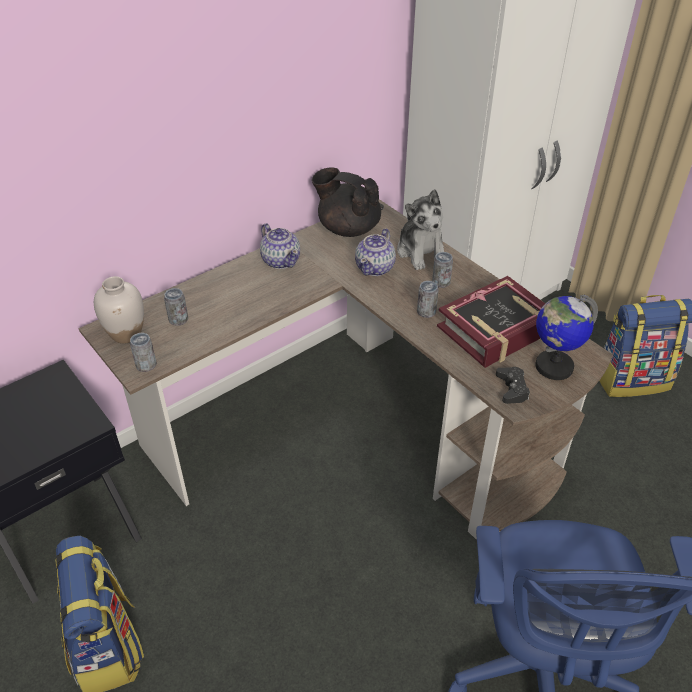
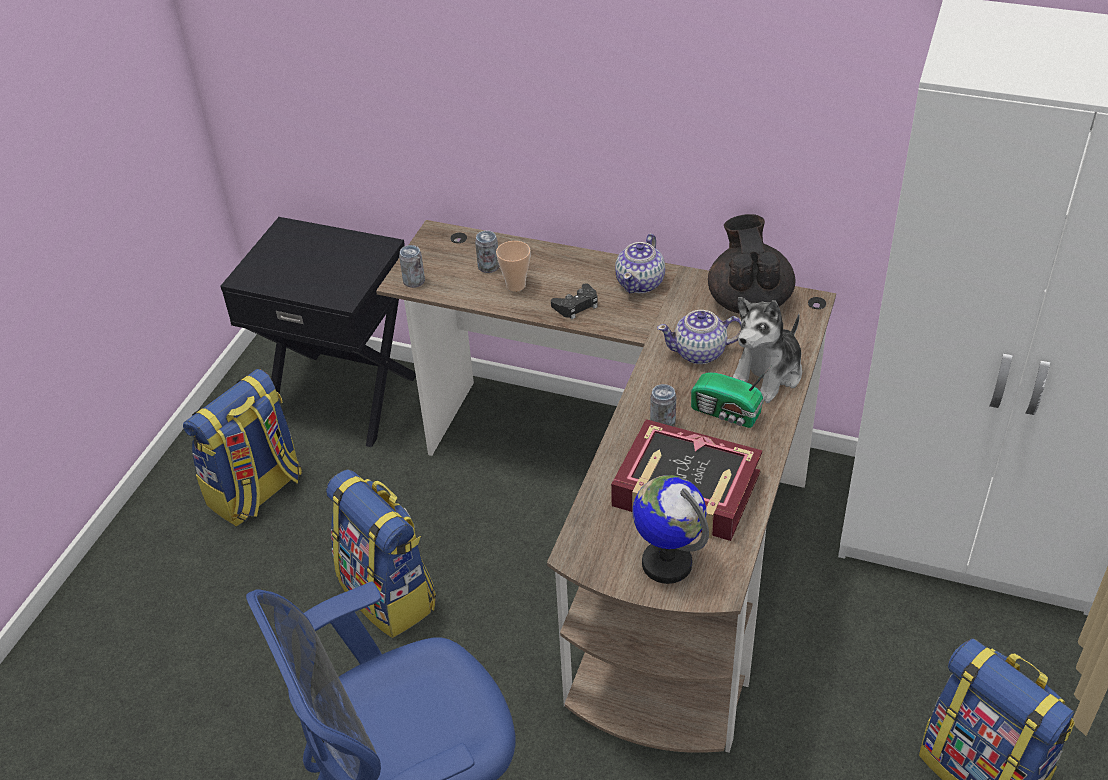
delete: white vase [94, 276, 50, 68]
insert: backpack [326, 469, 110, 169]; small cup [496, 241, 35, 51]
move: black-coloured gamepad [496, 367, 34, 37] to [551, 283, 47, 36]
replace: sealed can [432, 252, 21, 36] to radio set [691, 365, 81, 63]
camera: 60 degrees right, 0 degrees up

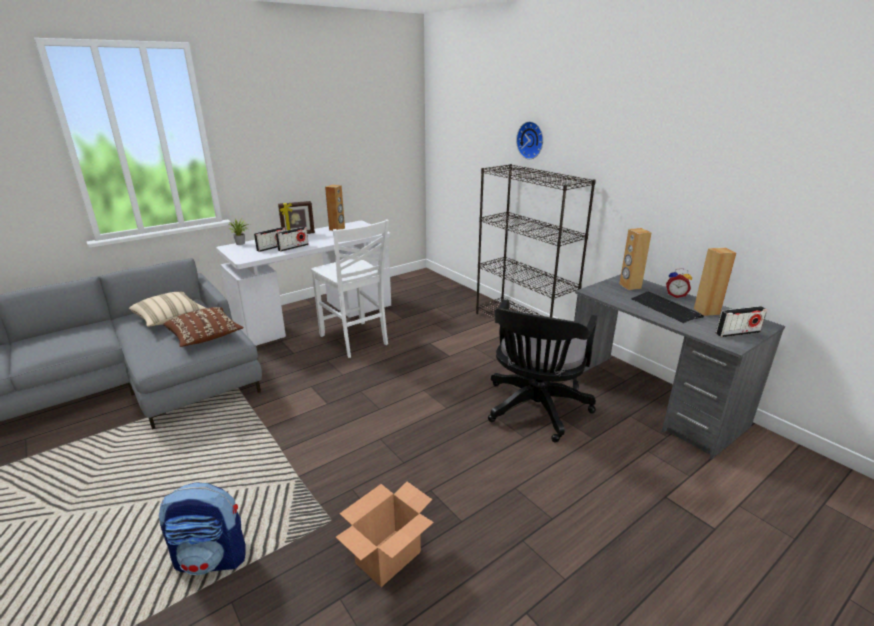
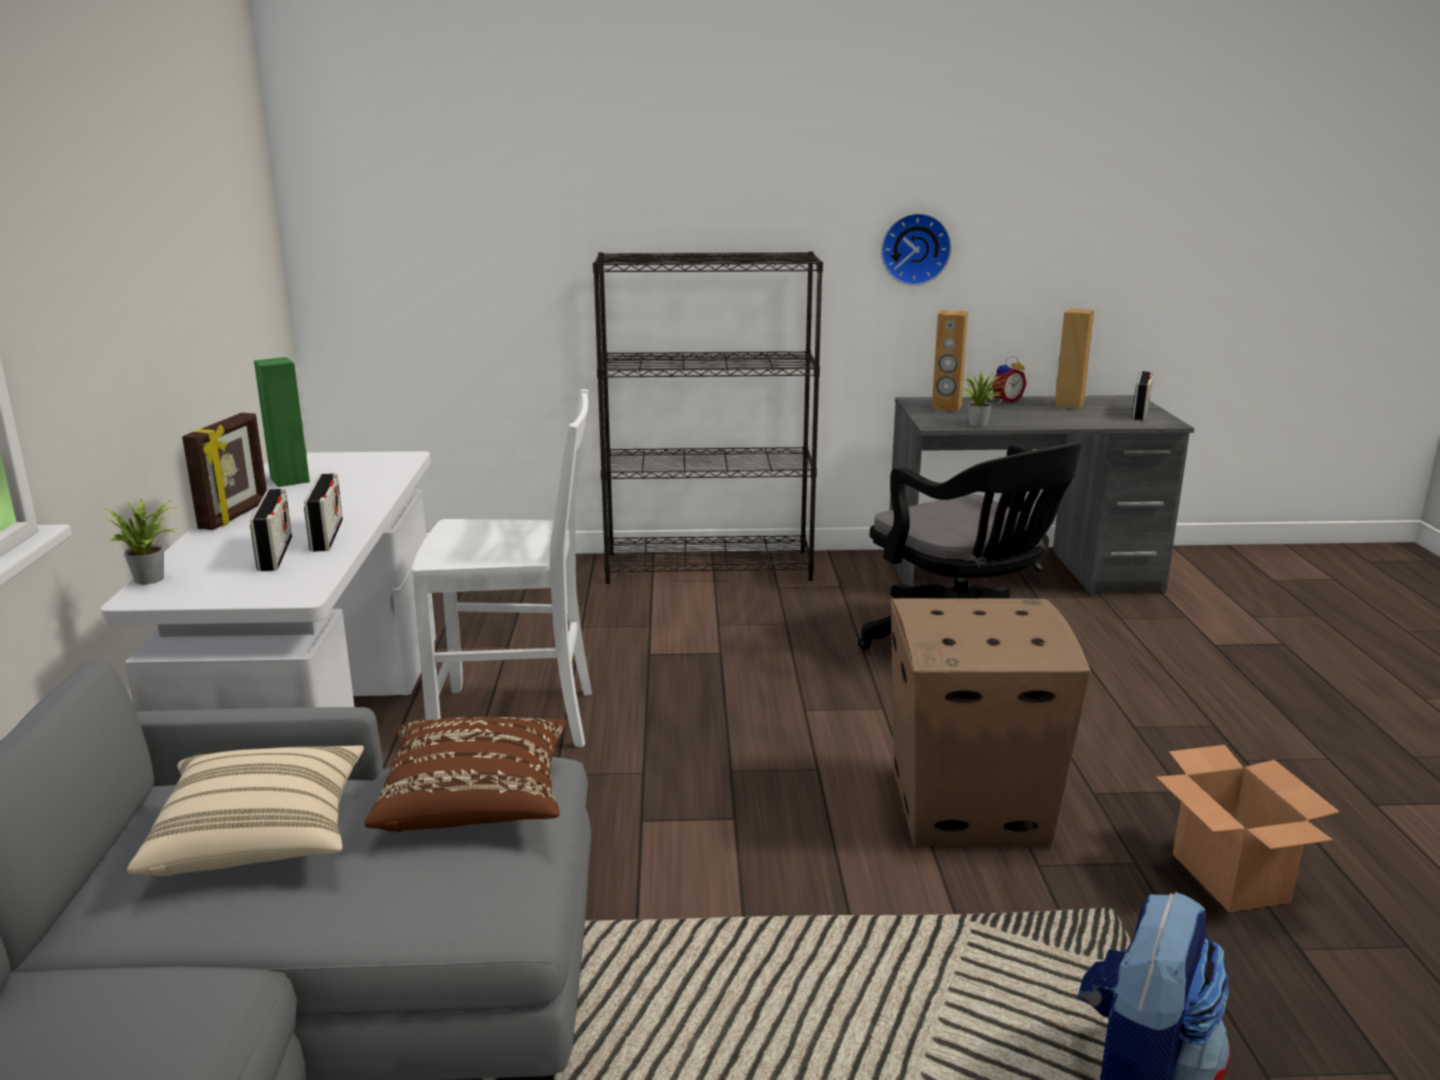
delete: keyboard [631, 292, 73, 31]
insert: cardboard box [891, 598, 200, 250]; houseplant [963, 370, 45, 57]
move: wall clock [516, 121, 27, 38] to [881, 213, 71, 73]
recolor: brown-coloured speaker [325, 185, 20, 46] to greenish speaker [254, 357, 56, 130]
camera: 55 degrees left, 5 degrees down

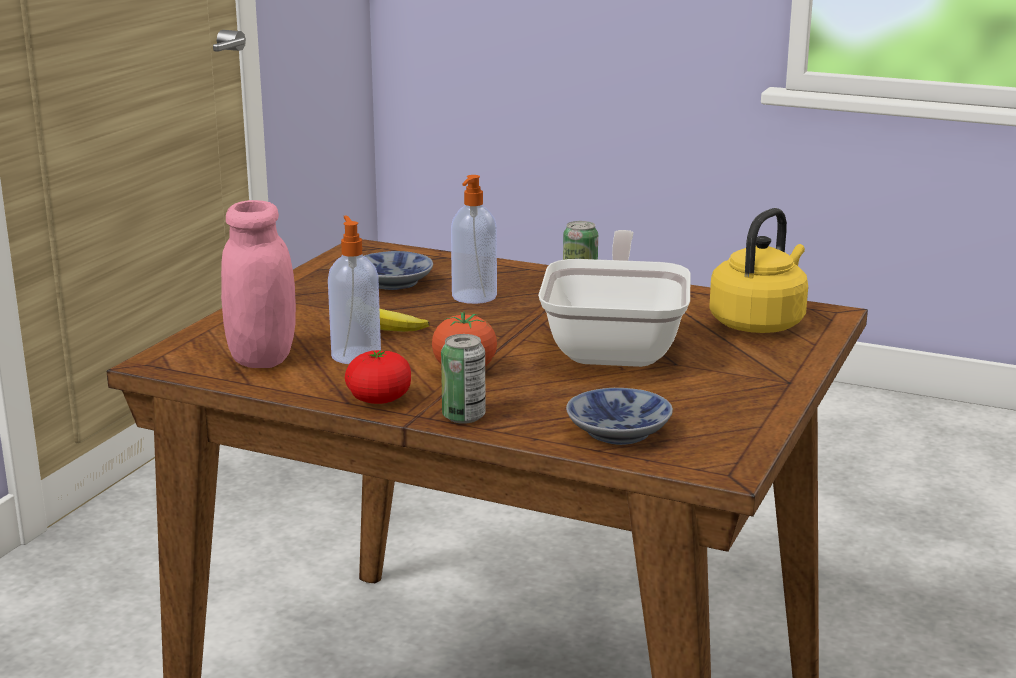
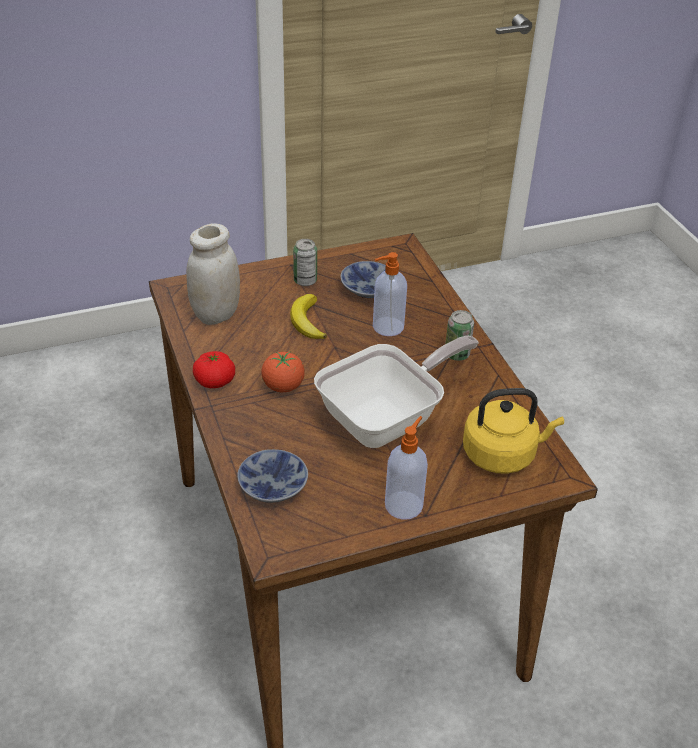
move: soap bottle [328, 215, 53, 149] to [385, 416, 43, 104]; sealed can [441, 334, 45, 90] to [293, 239, 24, 47]
recolor: pink-coloured jar [221, 200, 75, 168] to white jar [186, 223, 54, 102]
camera: 45 degrees right, 20 degrees up

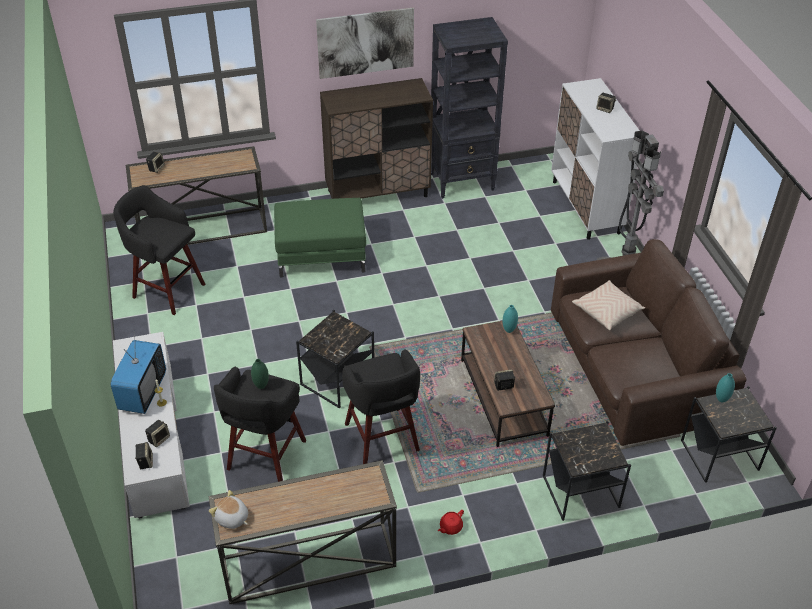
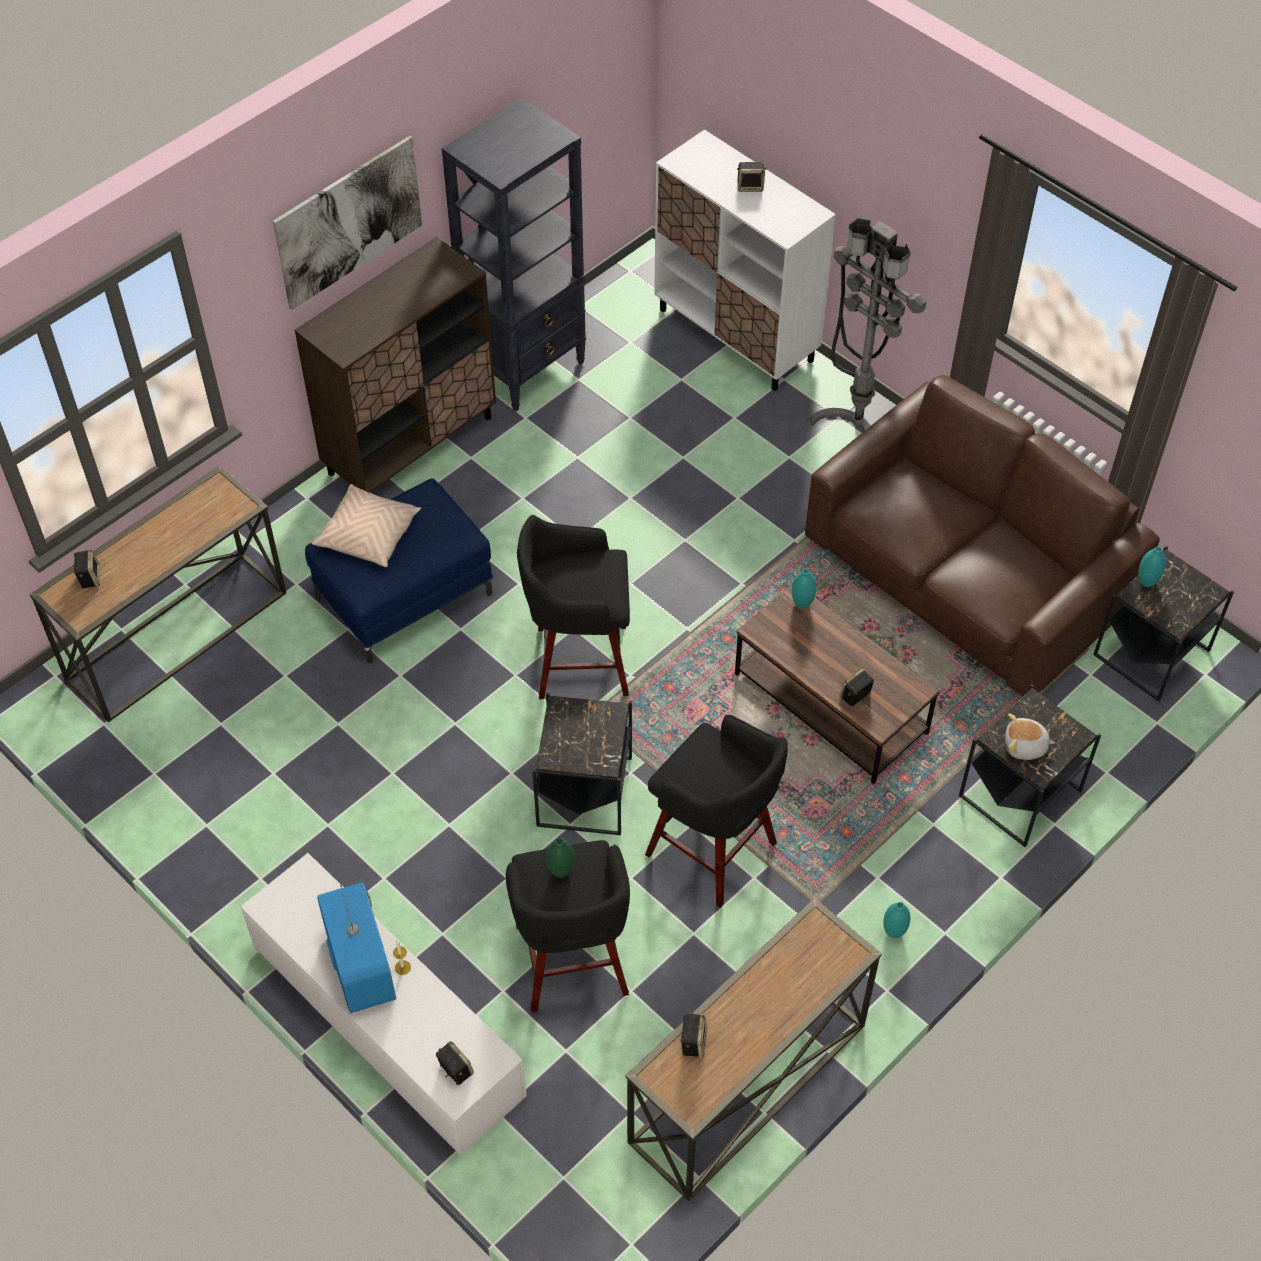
move: black-coloured sitting stool [113, 185, 92, 130] to [517, 515, 113, 184]; speaker [145, 420, 25, 27] to [680, 1013, 27, 45]; cuddly toy [209, 490, 39, 39] to [1005, 714, 51, 46]; beige cushion [572, 280, 73, 50] to [311, 484, 110, 83]
replace: reddish pot for tea [438, 510, 26, 25] to blue-green vase [883, 902, 28, 36]
recolor: greenish footrest [274, 198, 92, 80] to blue footrest [305, 478, 188, 185]
camera: 30 degrees left, 10 degrees up

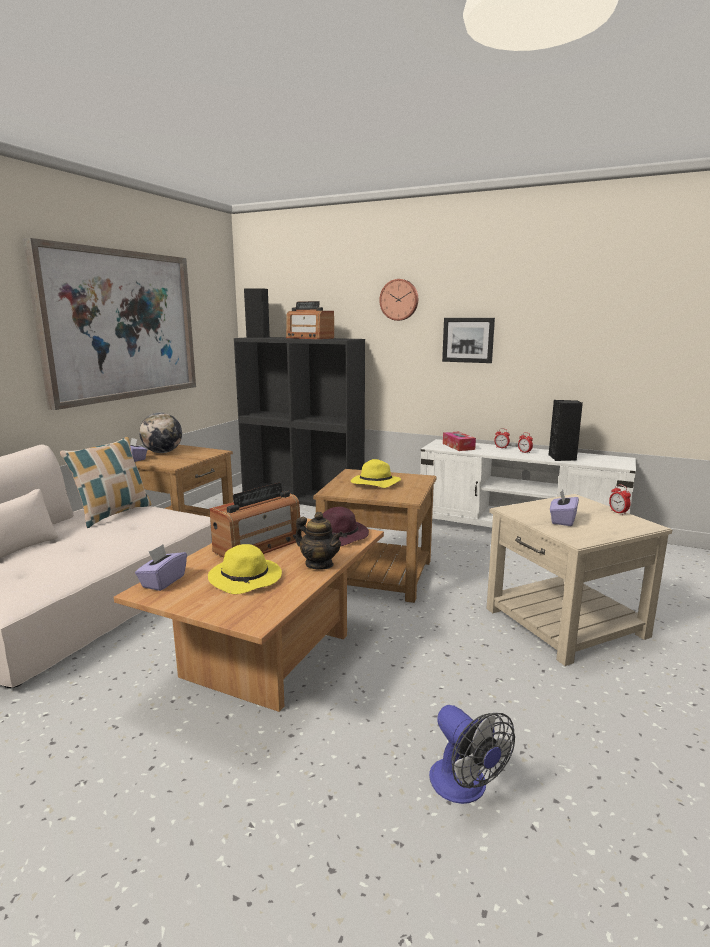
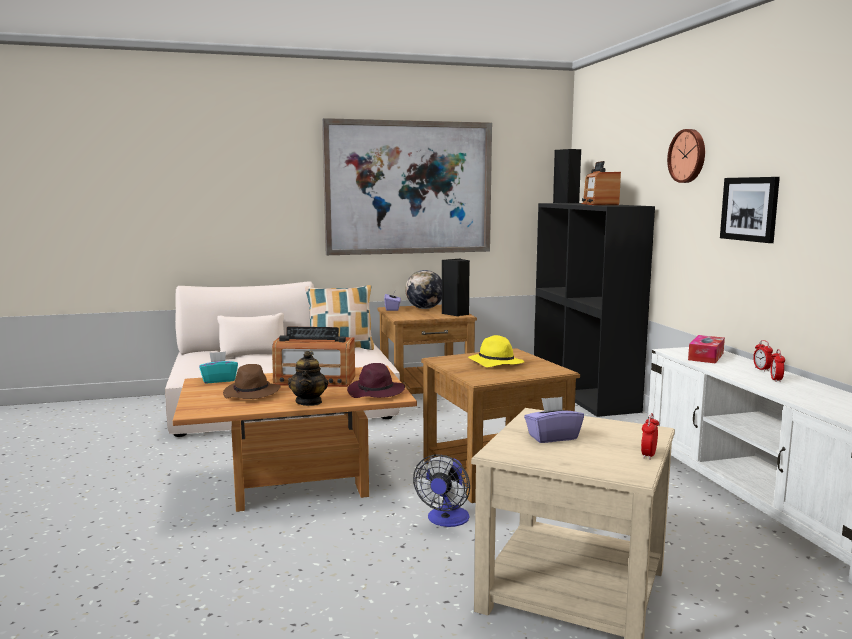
move: fan [429, 705, 86, 99] to [413, 454, 57, 73]; black-coloured speaker [549, 400, 34, 61] to [442, 259, 28, 57]
recolor: purple box of tissues [135, 544, 52, 47] to blue-green box of tissues [199, 351, 39, 32]; yellowish clothing hat [208, 544, 74, 50] to brown-coloured clothing hat [223, 364, 58, 35]
camera: 50 degrees right, 5 degrees down

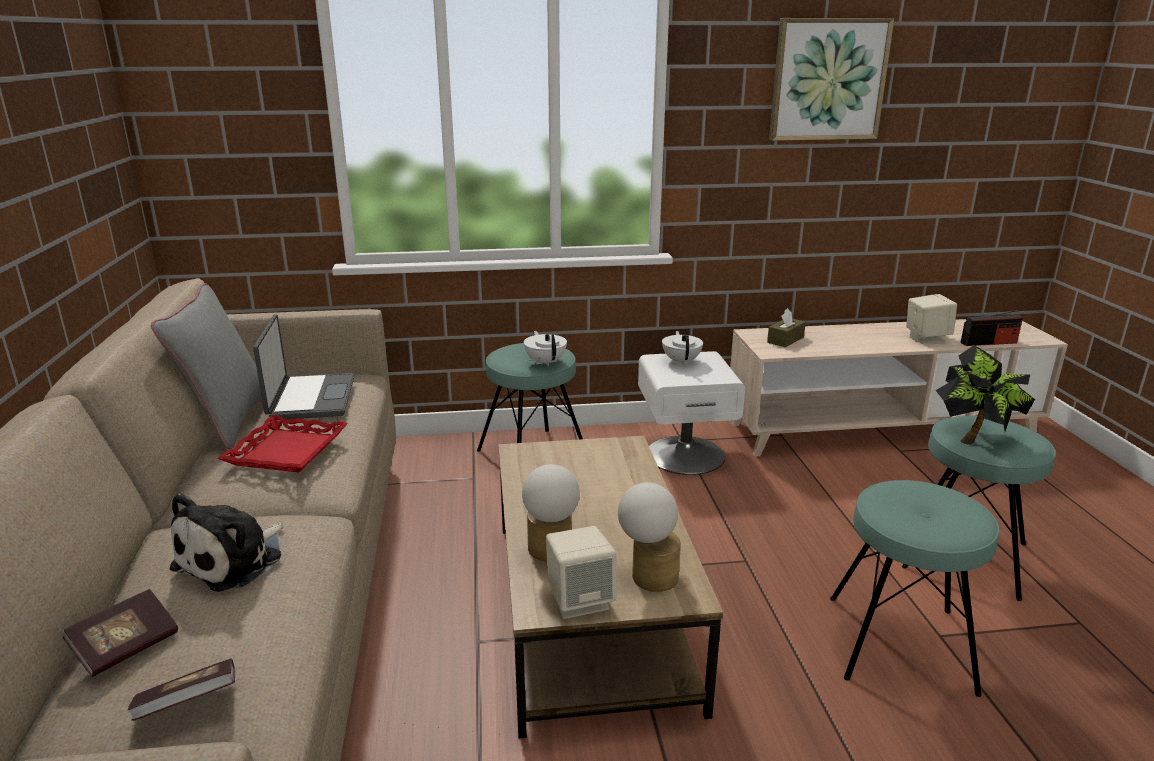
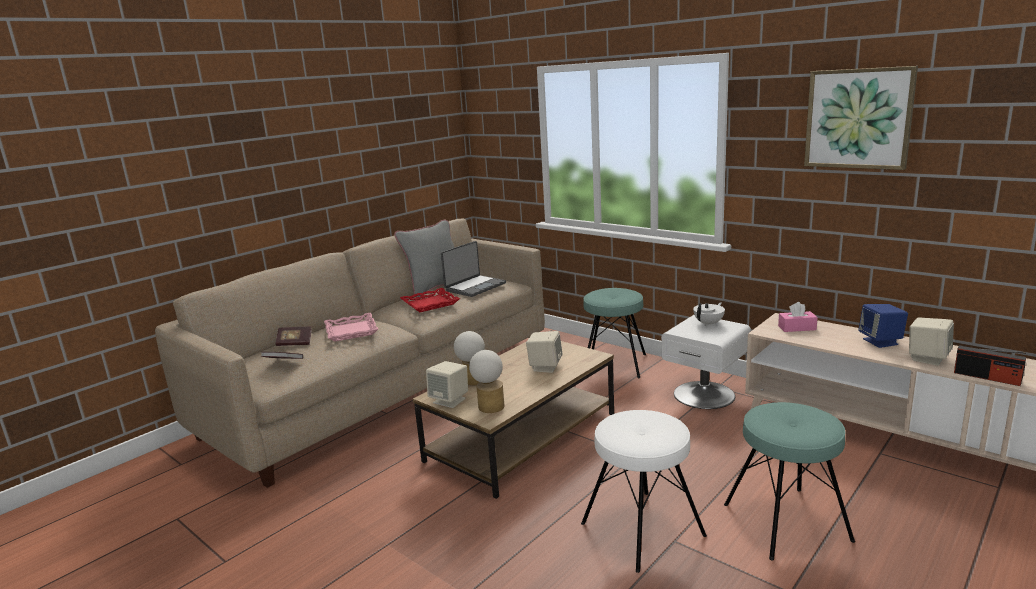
delete: white pot for tea [524, 331, 43, 35]; houseplant [936, 345, 99, 100]
insert: beige speaker [526, 331, 36, 42]; blue speaker [858, 304, 50, 44]
replace: cuddly toy [170, 493, 113, 99] to pink-coloured carrying tray [324, 313, 54, 29]
recolor: brown-coloured box of tissues [767, 308, 39, 39] to pink-coloured box of tissues [778, 302, 40, 30]; blue-green sitting stool [830, 480, 170, 217] to white sitting stool [581, 410, 126, 163]
camera: 50 degrees right, 5 degrees down

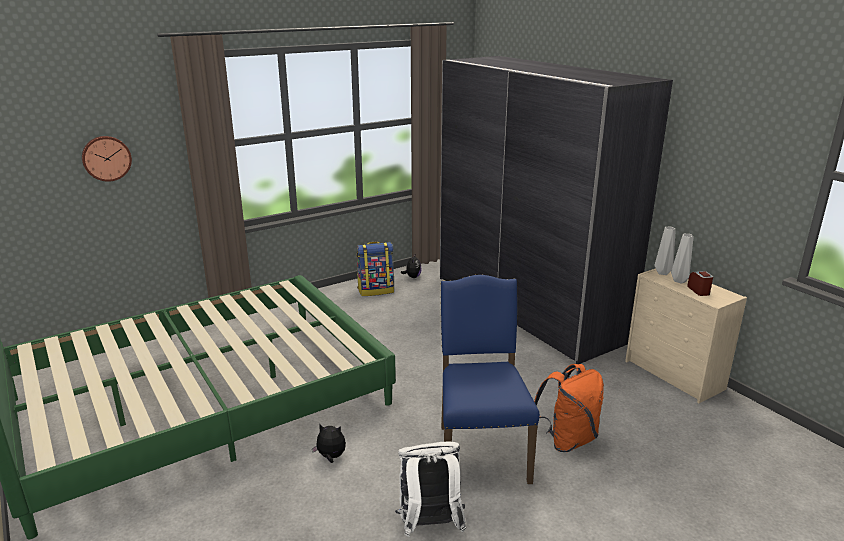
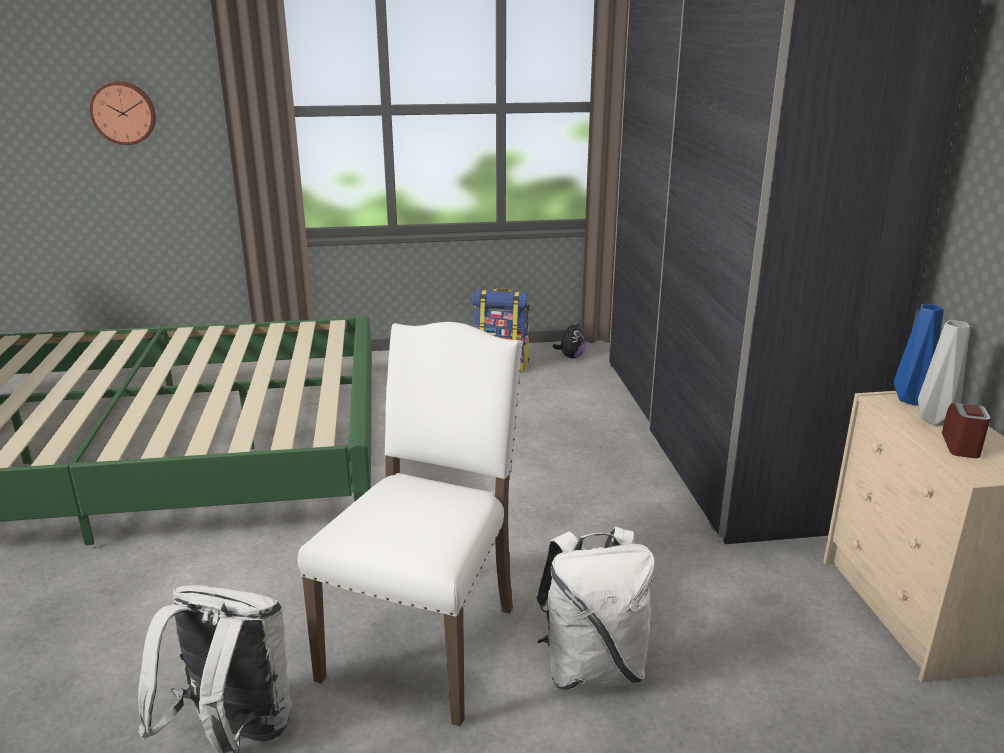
delete: cuddly toy [312, 424, 34, 39]
recolor: blue upright chair [441, 275, 99, 209] to white upright chair [298, 322, 225, 404]; orange backpack [534, 364, 70, 88] to white backpack [535, 527, 120, 164]; grey vase [655, 227, 21, 48] to blue vase [894, 304, 50, 101]
camera: 25 degrees right, 0 degrees up

